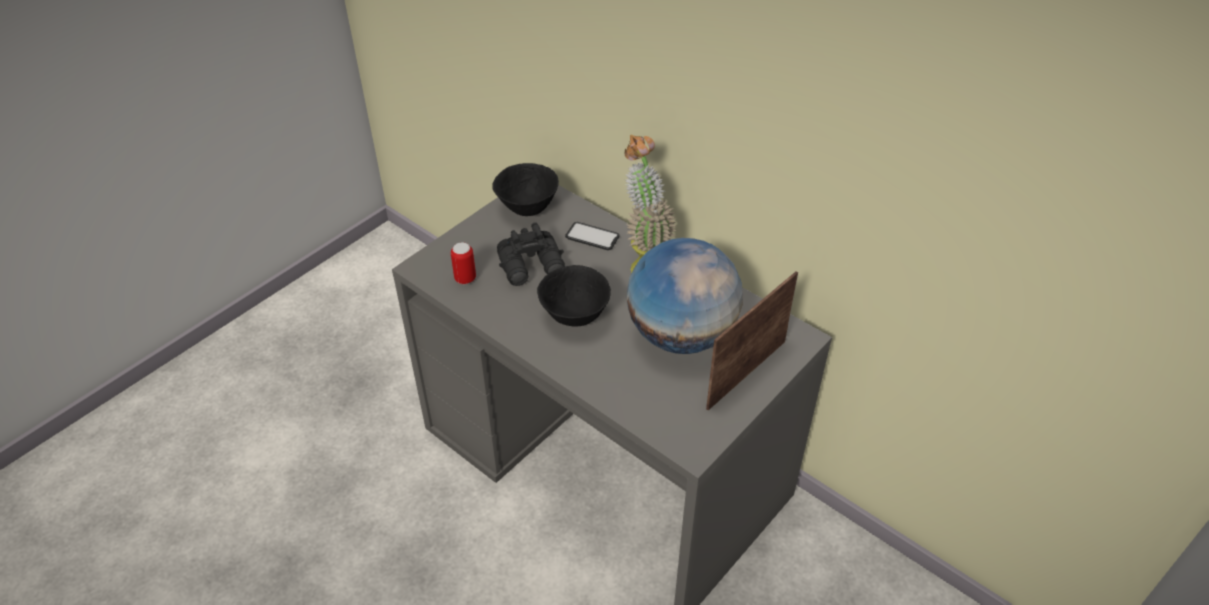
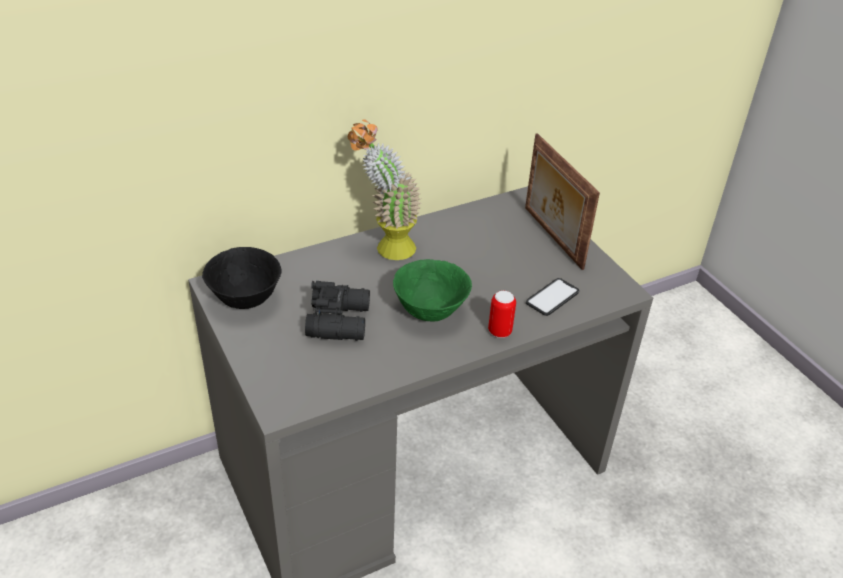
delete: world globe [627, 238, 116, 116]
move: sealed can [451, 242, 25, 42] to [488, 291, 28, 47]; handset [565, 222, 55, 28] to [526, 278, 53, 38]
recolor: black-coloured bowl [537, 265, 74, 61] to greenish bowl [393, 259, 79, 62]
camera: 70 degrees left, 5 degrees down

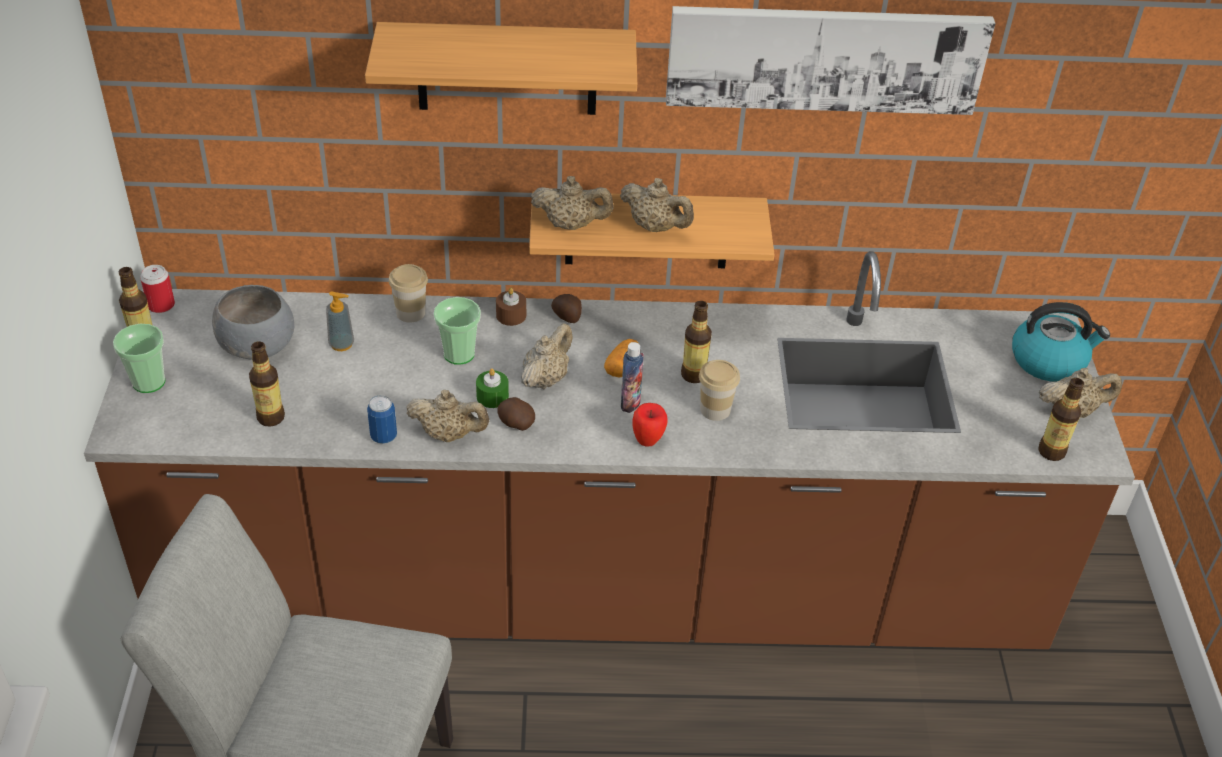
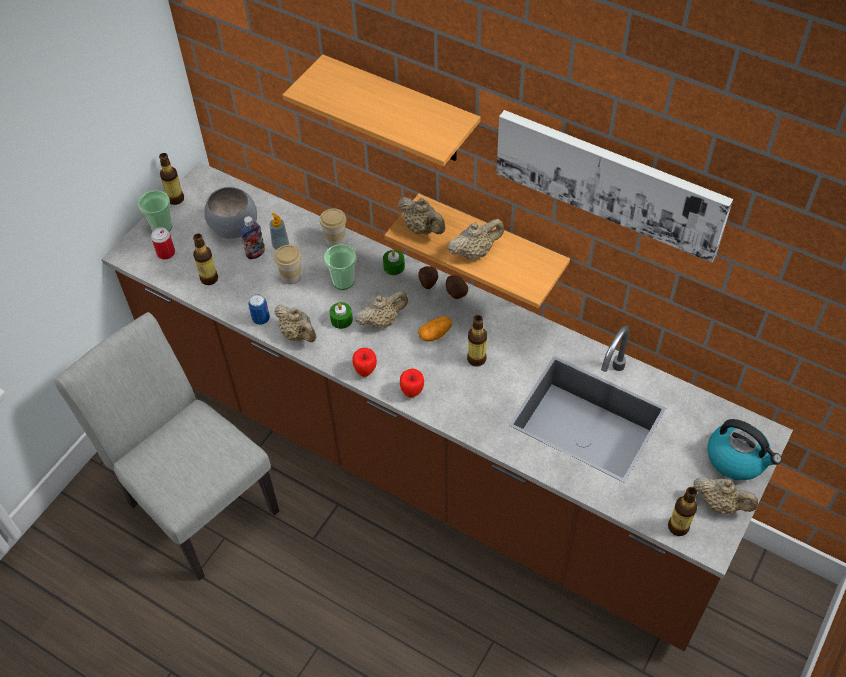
insert: apple [352, 348, 25, 29]
move: sealed can [140, 265, 35, 48] to [151, 227, 24, 33]; spud [498, 397, 37, 34] to [446, 275, 22, 24]; drink bottle [621, 342, 23, 71] to [241, 216, 24, 43]; small cup [699, 360, 41, 61] to [274, 245, 28, 40]
recolor: brown-coloured wax light [496, 288, 30, 38] to greenish wax light [383, 250, 22, 25]
rotate: beige pot for tea [620, 178, 74, 54] = [448, 219, 56, 40] 90 degrees counterclockwise
camera: 35 degrees right, 10 degrees up

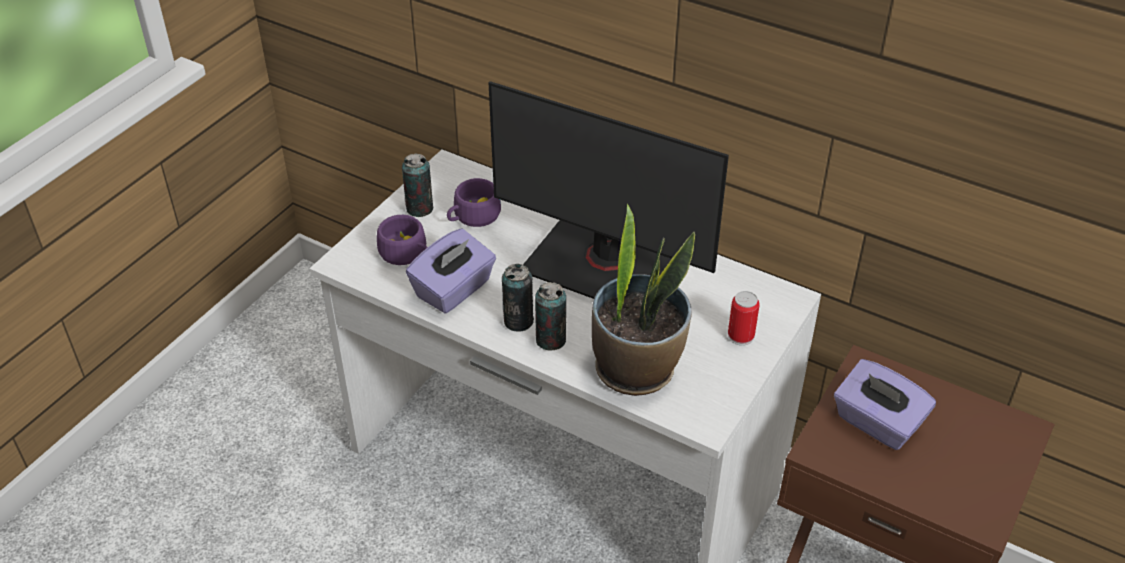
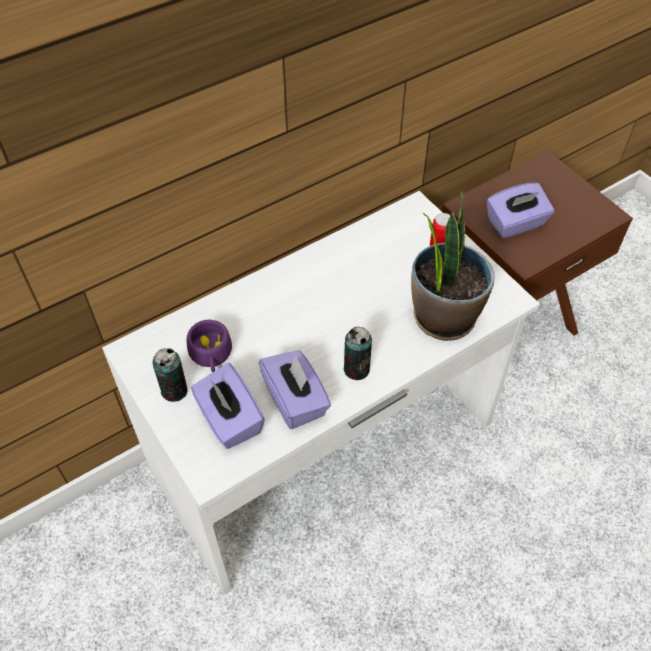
delete: computer display [489, 81, 240, 218]; sealed can [535, 282, 31, 68]
replace: purple small cup [377, 215, 51, 50] to purple box of tissues [191, 363, 74, 86]
camera: 65 degrees left, 10 degrees up

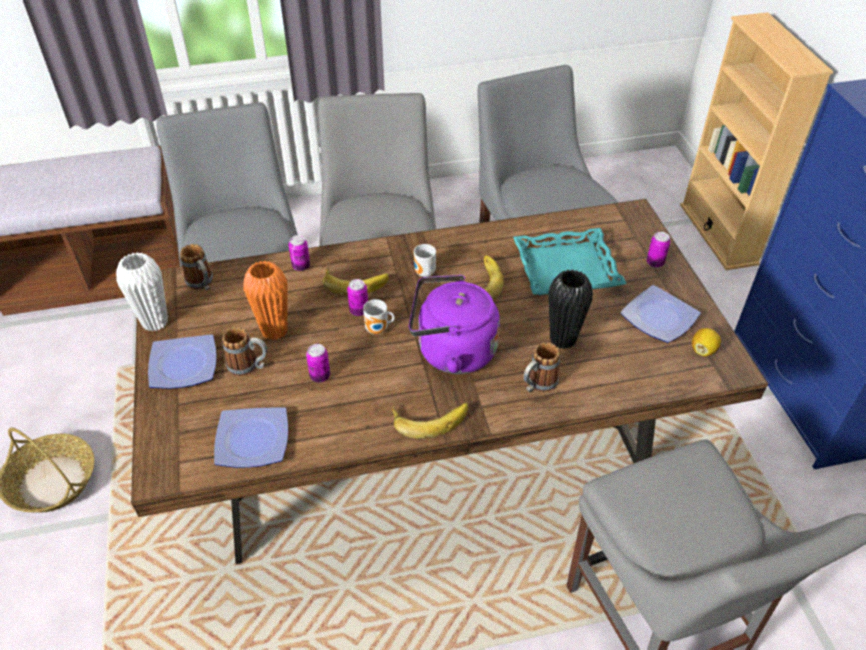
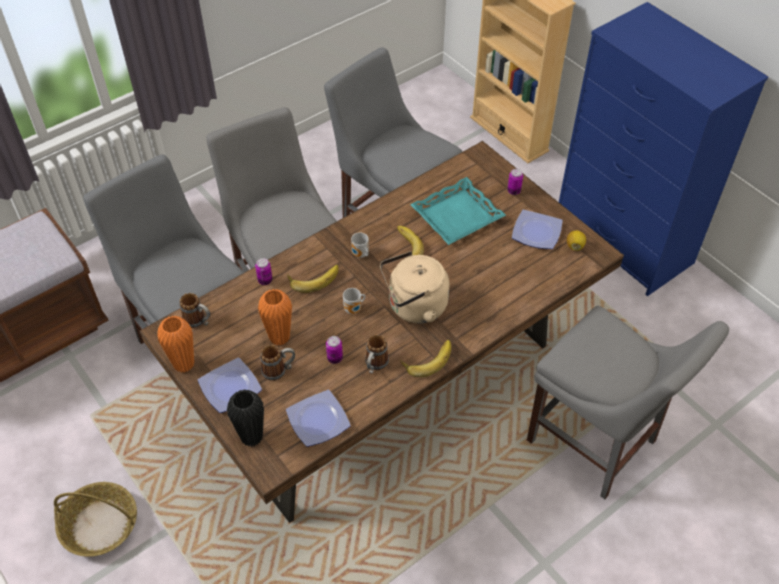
delete: sealed can [347, 279, 21, 37]
move: mug [524, 342, 36, 50] to [365, 334, 24, 40]; black-coloured vase [548, 269, 45, 80] to [227, 390, 37, 57]
recolor: white vase [116, 252, 52, 80] to orange vase [157, 316, 37, 56]; purple tea kettle [409, 275, 91, 99] to beige tea kettle [380, 251, 70, 72]
camera: 25 degrees left, 5 degrees up

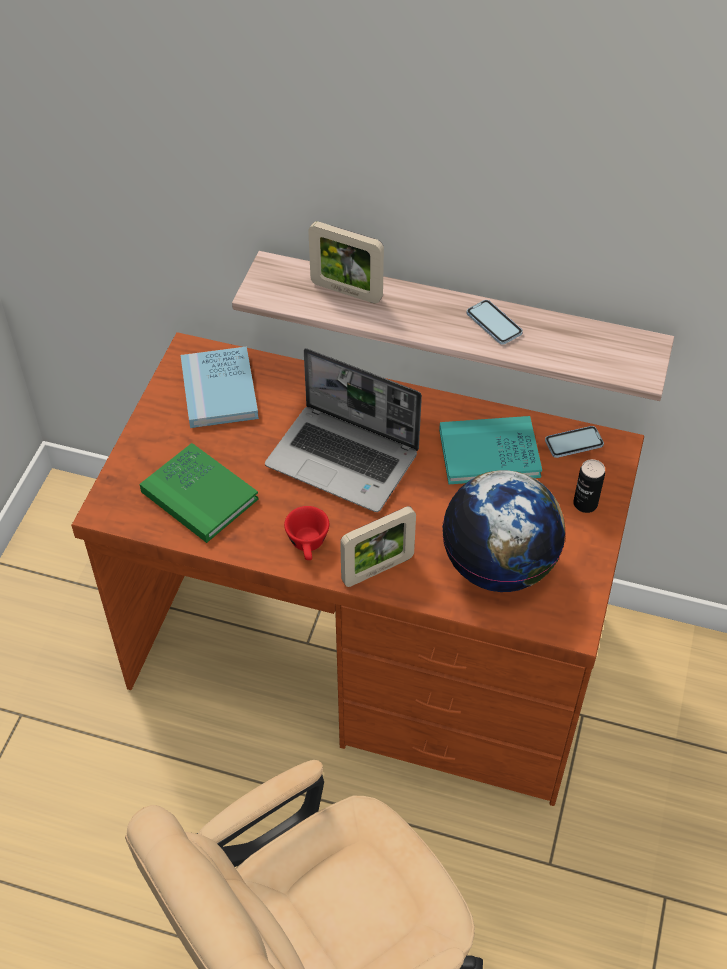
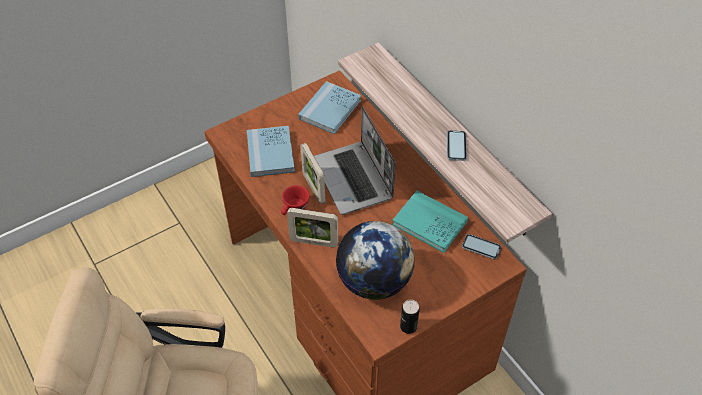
move: standing frame [308, 221, 76, 82] to [300, 143, 25, 61]; sealed can [573, 459, 32, 54] to [400, 300, 20, 34]
recolor: greenish volume [139, 443, 120, 100] to blue volume [247, 126, 48, 51]
camera: 40 degrees right, 0 degrees up

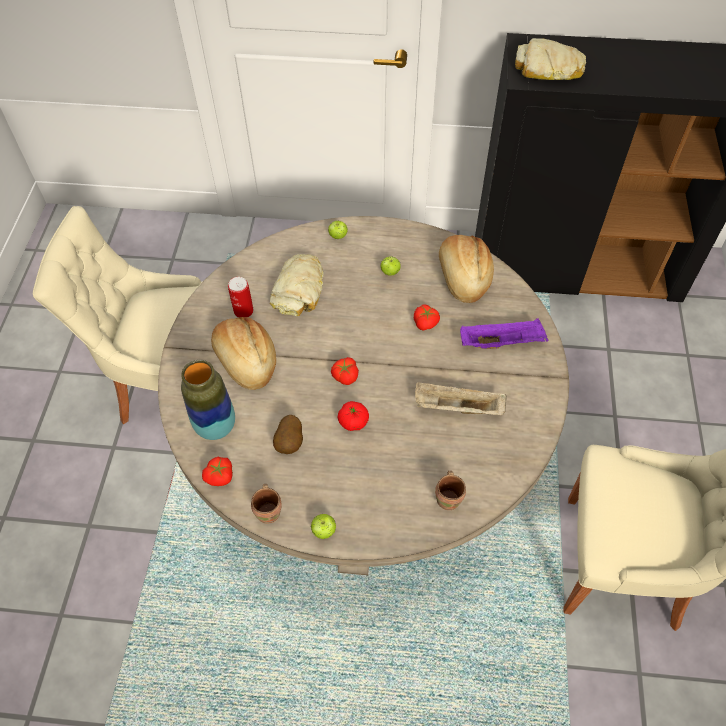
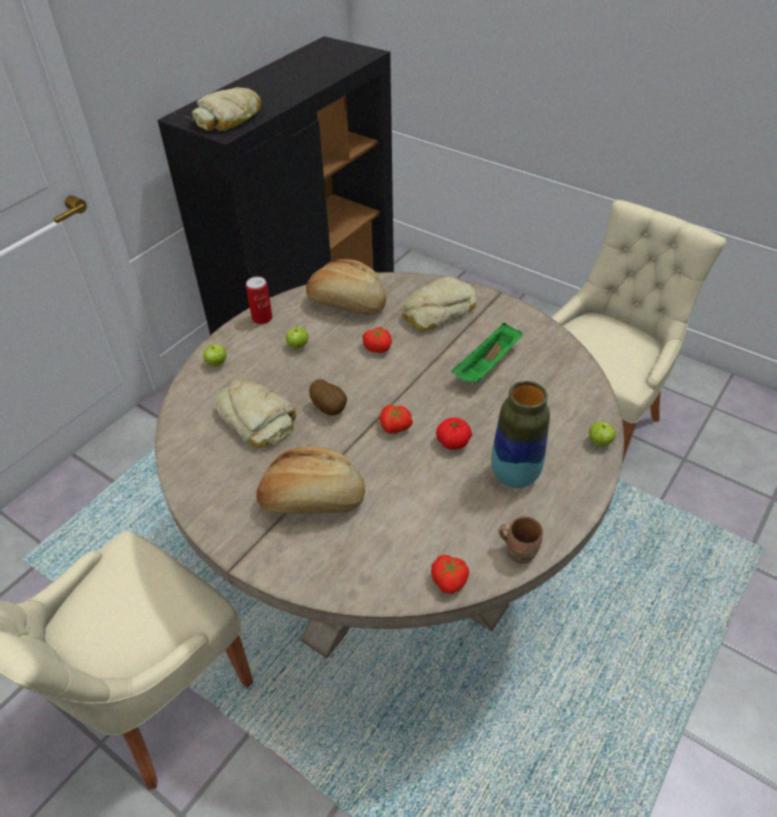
delete: brown-coloured mug [435, 471, 31, 39]
move: vase [181, 360, 54, 80] to [491, 381, 59, 107]; sealed can [228, 277, 25, 41] to [246, 277, 26, 47]; spud [273, 415, 30, 39] to [309, 379, 38, 36]; apple [311, 514, 25, 25] to [589, 422, 27, 24]
replace: purple carrying tray [460, 318, 89, 31] to baked bread [402, 277, 74, 54]
recolor: beige carrying tray [415, 382, 92, 33] to greenish carrying tray [451, 323, 71, 60]
camera: 60 degrees left, 10 degrees down

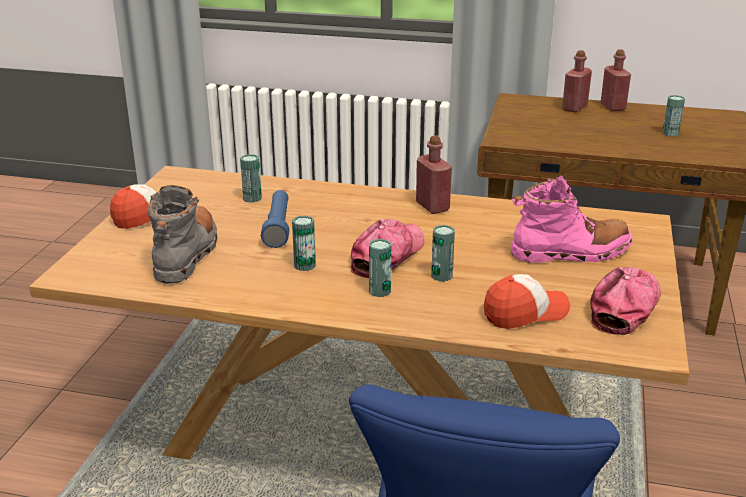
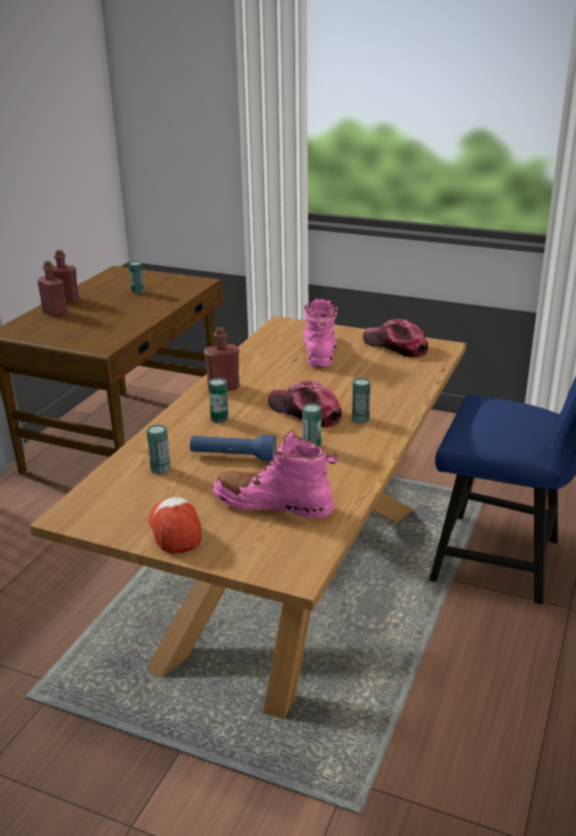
delete: baseball cap [484, 274, 86, 55]
move: sealed can [431, 225, 24, 56] to [208, 378, 21, 45]
recolor: grey high-top boot [148, 185, 69, 99] to pink-coloured high-top boot [213, 430, 125, 89]
camera: 80 degrees left, 0 degrees up

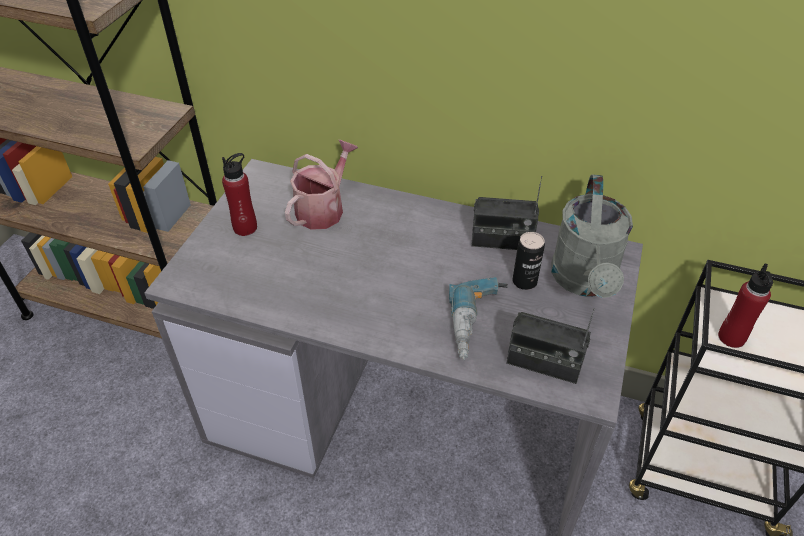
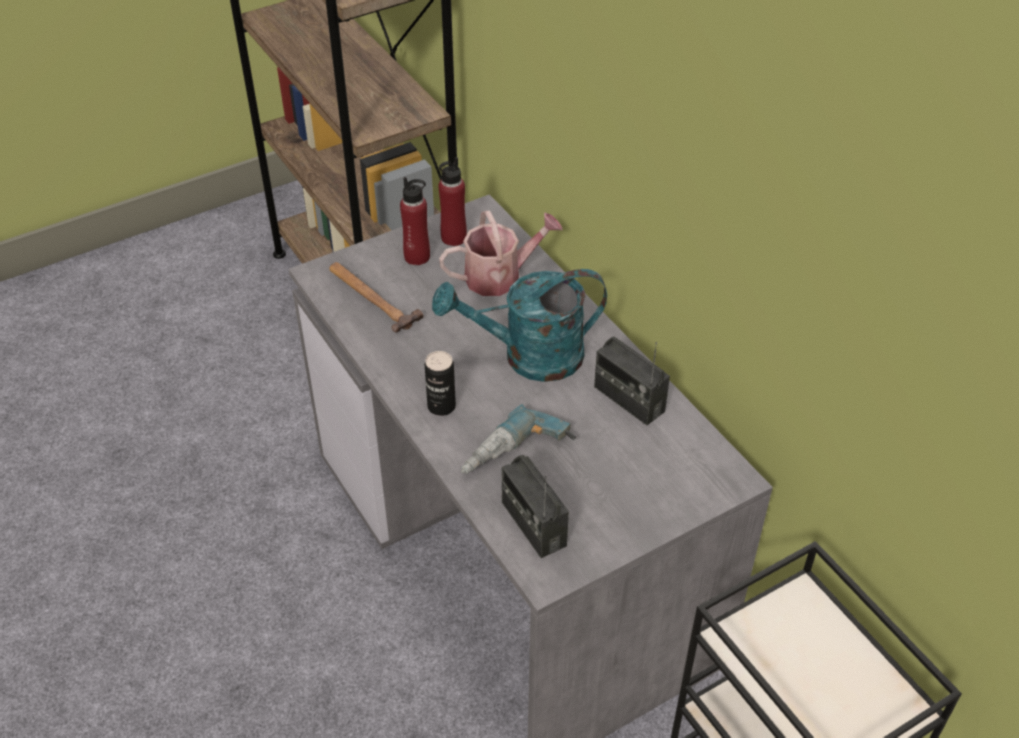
delete: grey sprinkling can [551, 174, 82, 124]
insert: tool hammer [329, 262, 94, 70]; blue-green sprinkling can [432, 269, 175, 113]
move: sealed can [512, 232, 33, 58] to [425, 351, 31, 65]; reddish drink bottle [718, 264, 55, 84] to [439, 157, 28, 89]
camera: 40 degrees right, 0 degrees up

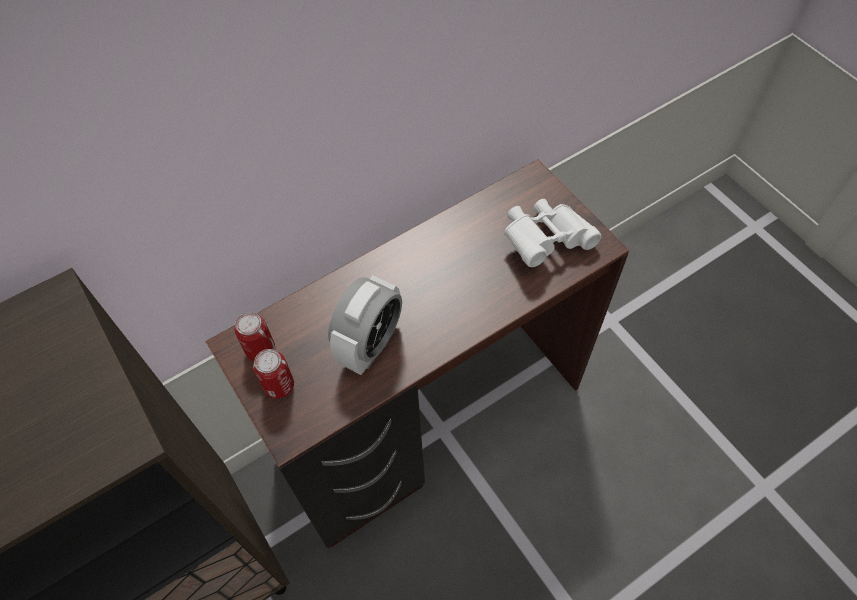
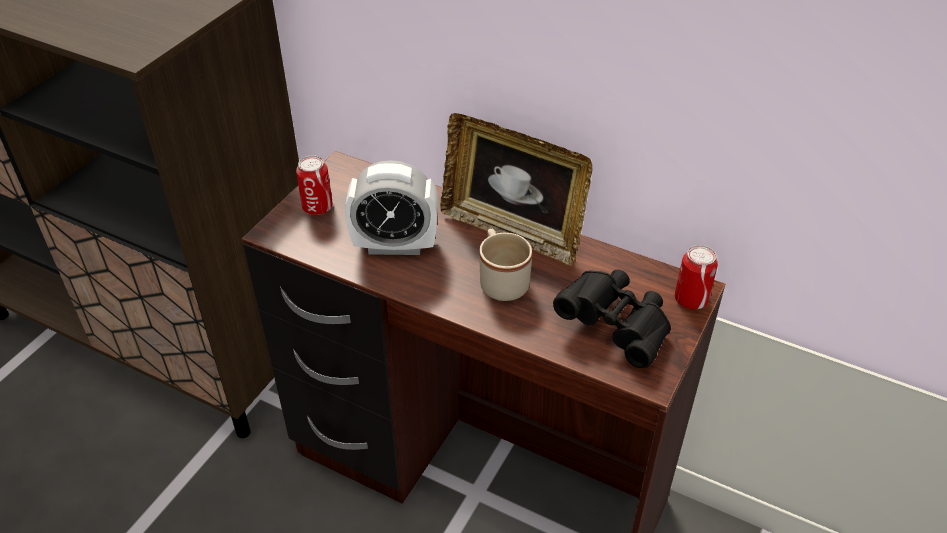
insert: standing frame [440, 113, 152, 154]; beige mug [479, 229, 53, 72]
move: sealed can [234, 312, 41, 49] to [675, 245, 43, 64]
recolor: white pair of binoculars [504, 199, 97, 68] to black-coloured pair of binoculars [553, 269, 118, 99]
camera: 60 degrees right, 15 degrees down

